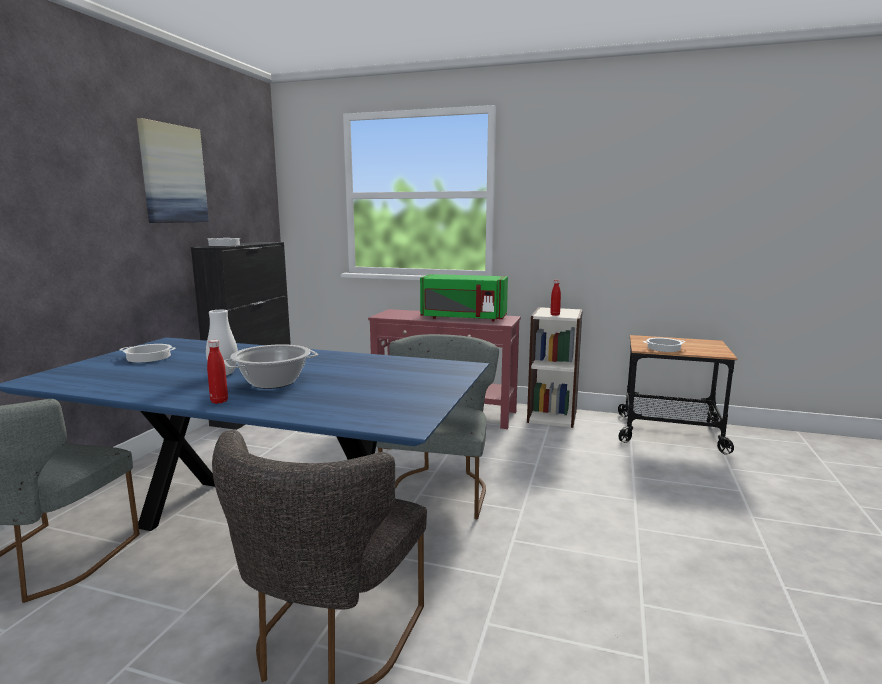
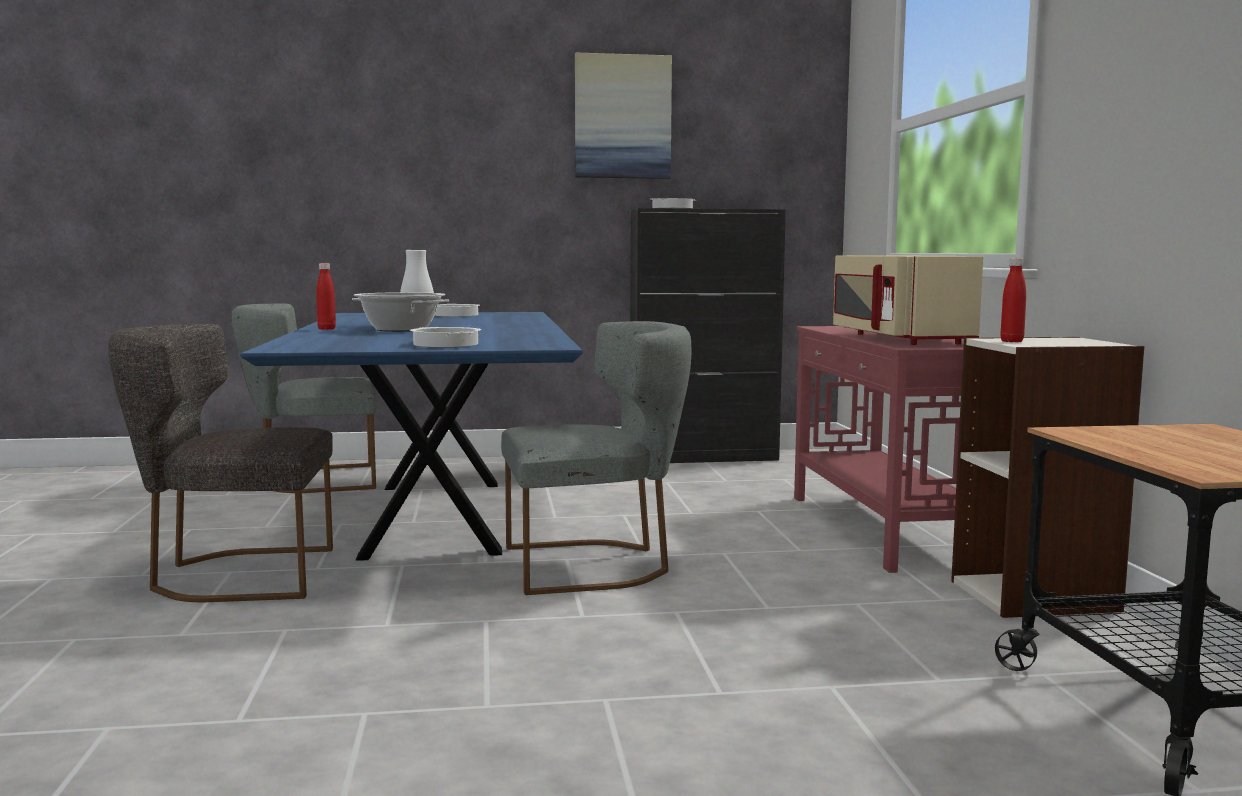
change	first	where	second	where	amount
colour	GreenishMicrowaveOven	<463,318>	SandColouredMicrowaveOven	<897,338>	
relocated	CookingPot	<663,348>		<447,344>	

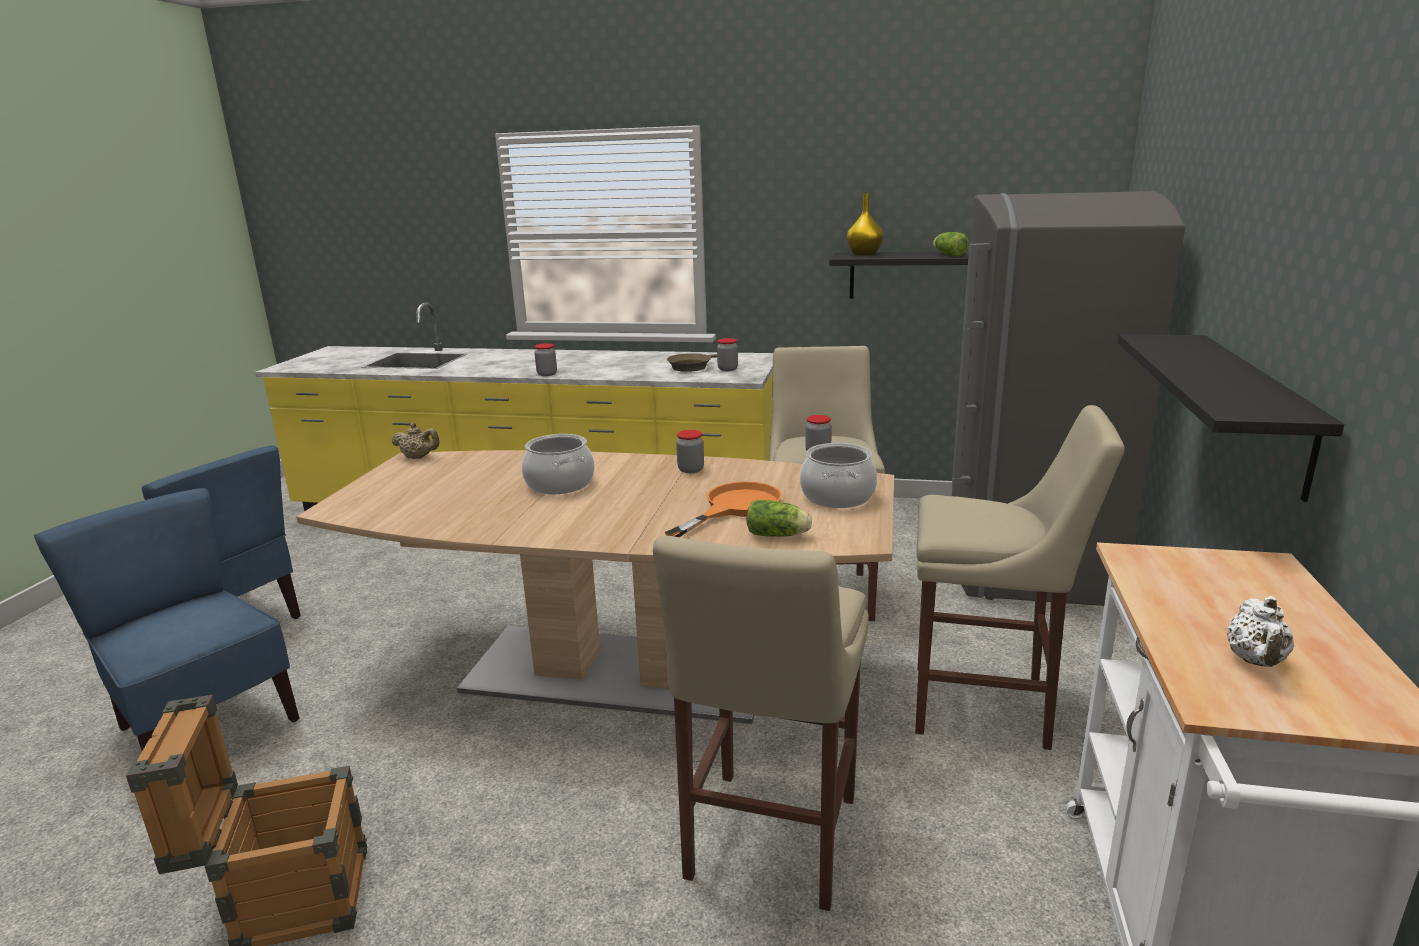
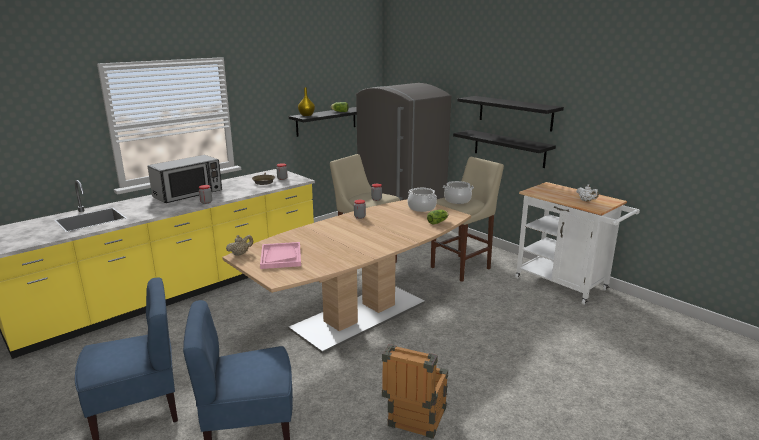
change	first	where	second	where	amount
relocated	CookingPot	<560,484>		<457,200>	
missing	OrangeColouredPan	<734,507>			
missing	SandColouredStoolSeat	<768,844>			
appeared			BlackShelf	<515,113>	
appeared			MicrowaveOven	<188,194>	
appeared			PinkColouredTray	<281,257>	

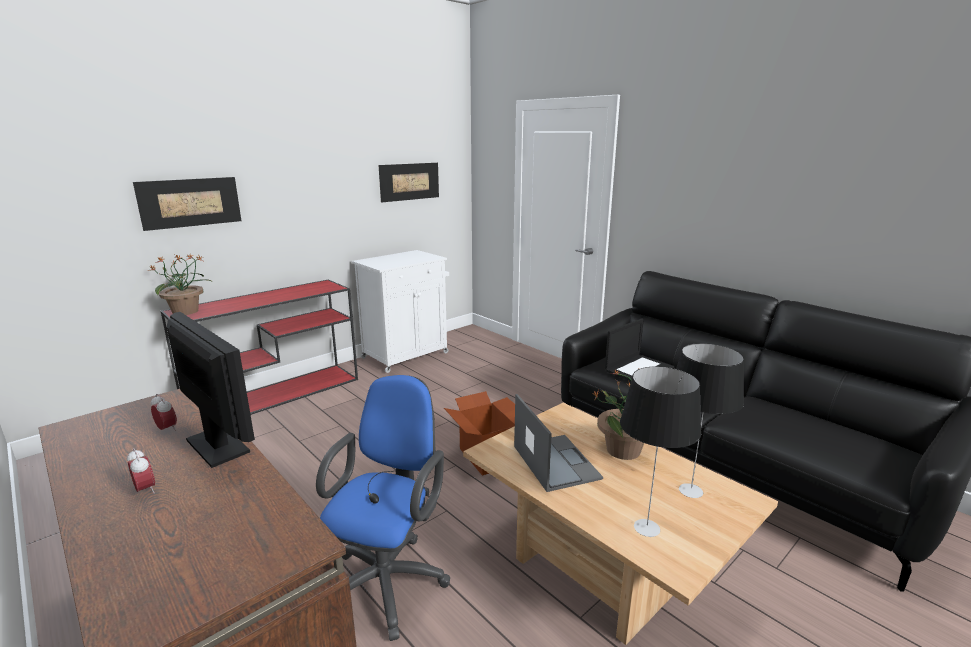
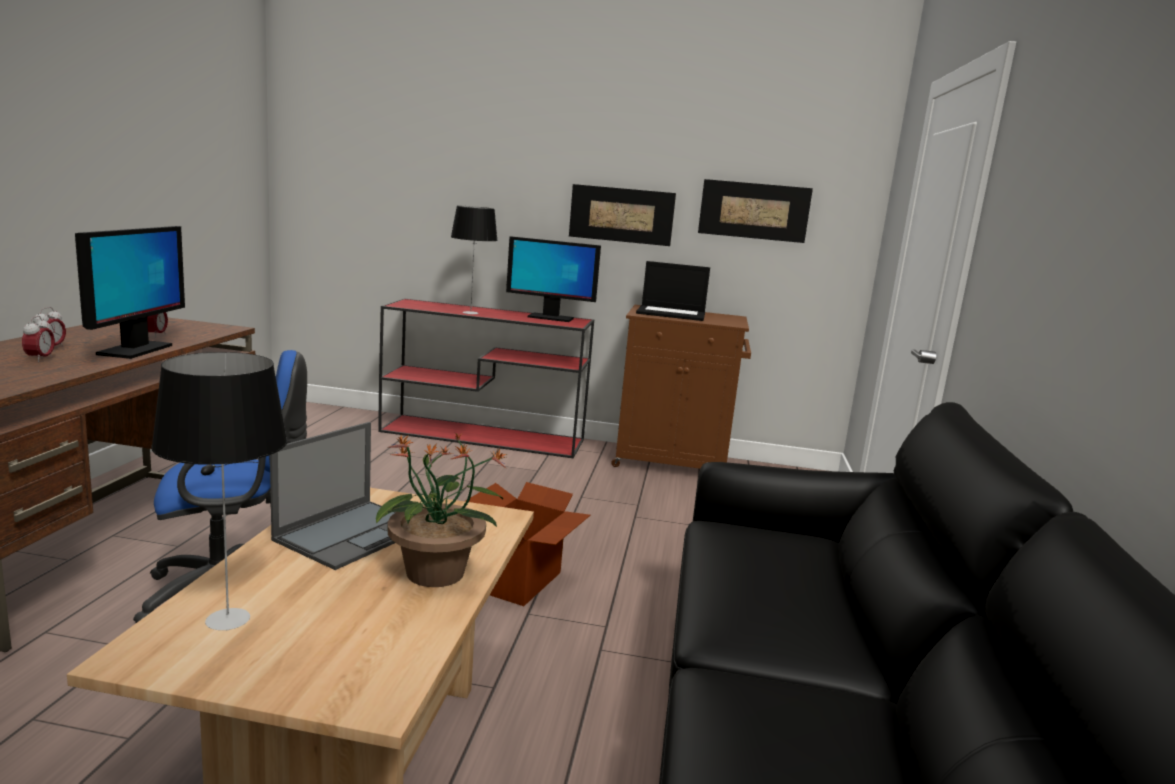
change	first	where	second	where	amount
relocated	Picture	<190,202>		<621,215>	
colour	WhiteStorageCabinet	<406,355>	BrownColouredStorageCabinet	<673,463>	
missing	PlantInAPot	<186,311>			
relocated	PortableComputer	<639,369>		<672,313>	
relocated	TableLamp	<690,490>		<470,312>	
appeared			ComputerDisplay	<550,318>	
appeared			BedsideClock	<40,359>	

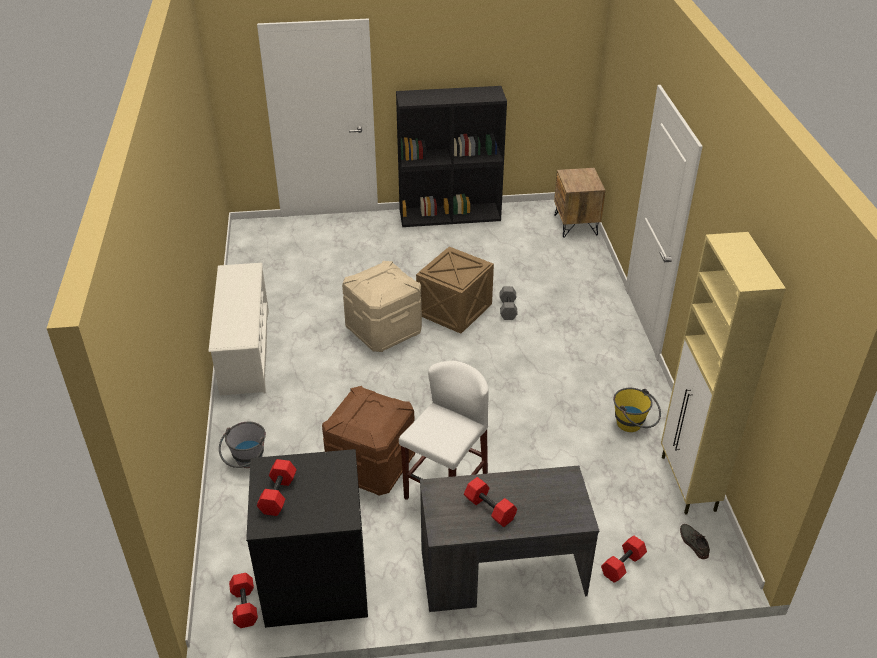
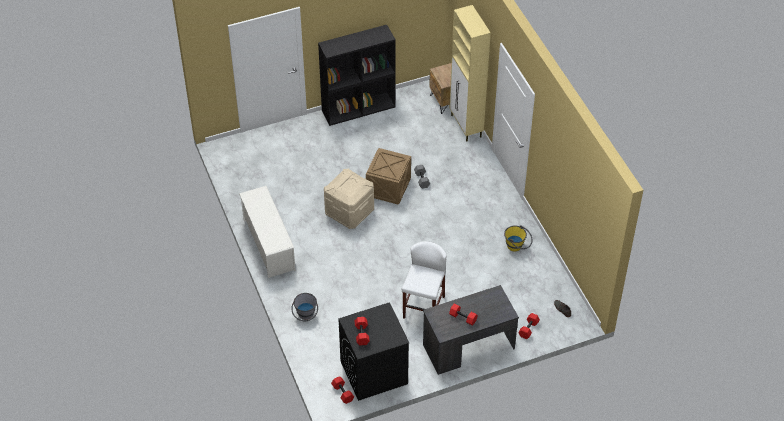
change	first	where	second	where	amount
relocated	SandColouredStorageCabinet	<688,484>		<466,126>	
missing	BrownColouredStorageContainer	<371,465>			

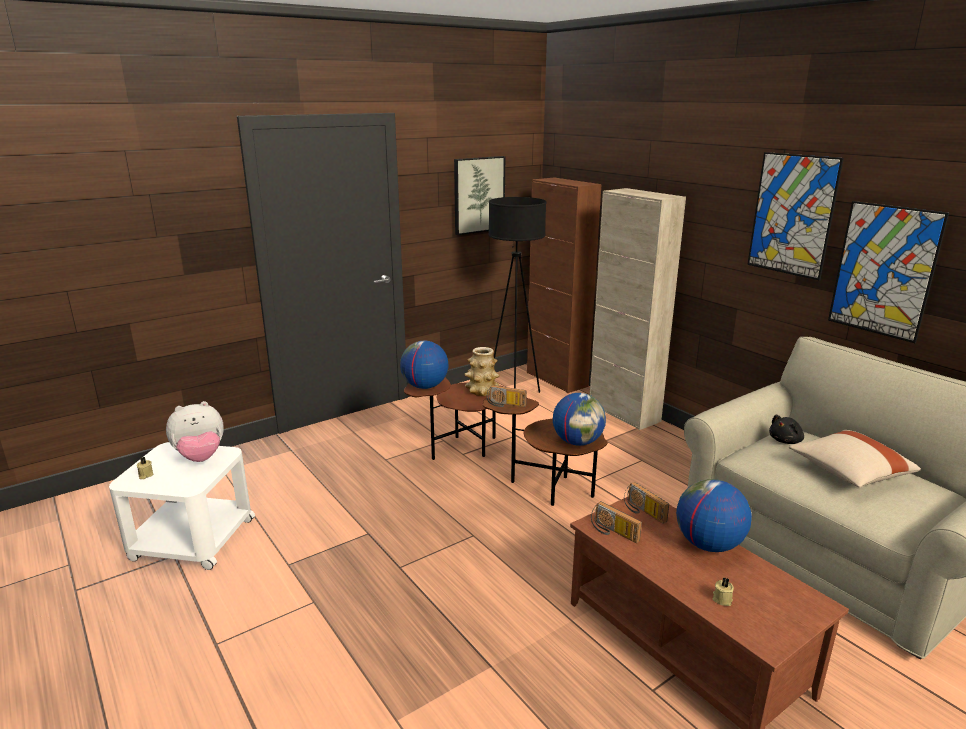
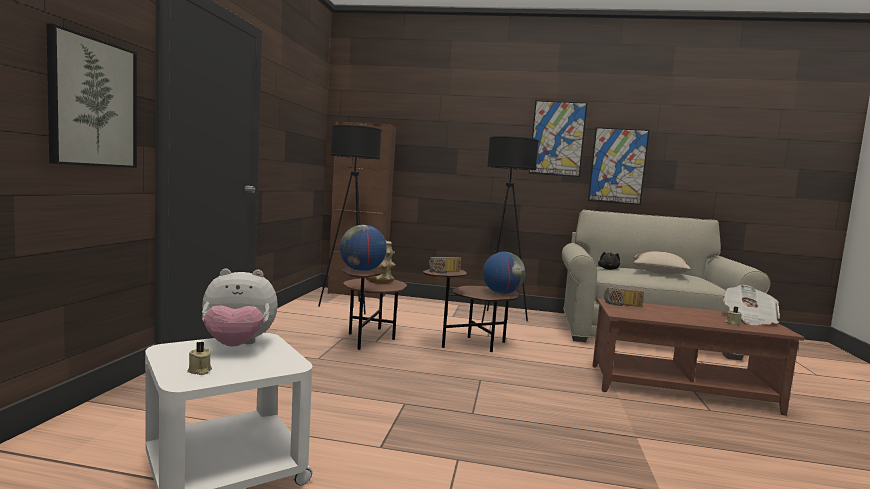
change	first	where	second	where	amount
relocated	Picture	<478,195>		<92,103>	
missing	SandColouredStorageCabinet	<623,413>			
spun	SoftToy	<200,457>		<237,346>	60 degrees clockwise
missing	Globe	<708,544>			
missing	RadioSet	<612,532>			
appeared			BlackStandingLamp	<498,318>	
appeared			PrintedPaper	<749,319>	

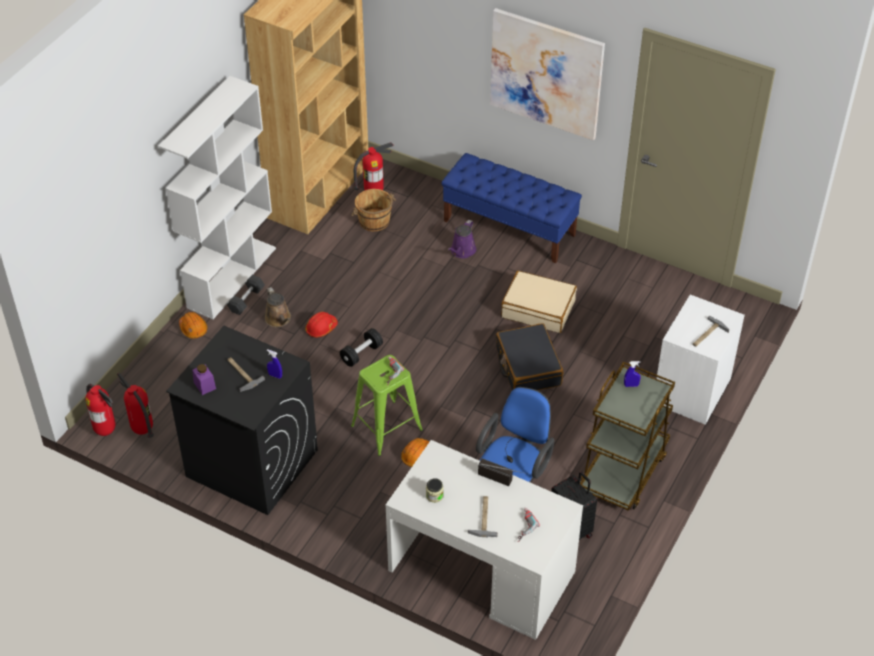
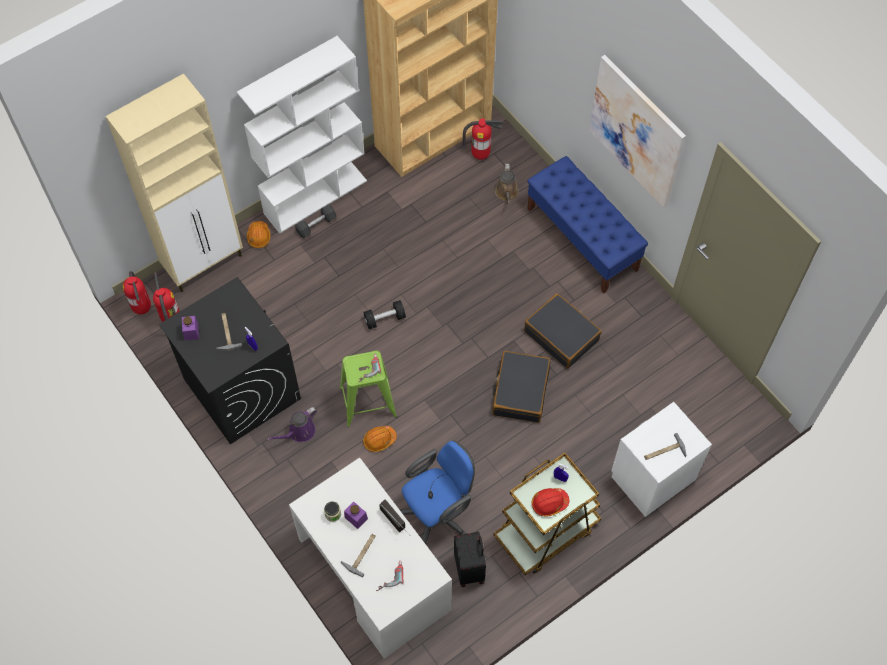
change	first	where	second	where	amount
missing	BrownColouredWaterBucket	<374,221>			
relocated	PurpleColouredWateringCan	<462,251>		<299,432>	
colour	SandColouredPieceOfLuggage	<538,309>	BlackPieceOfLuggage	<561,335>	
relocated	BrownColouredWateringCan	<279,319>		<507,193>	
relocated	ReddishHardHat	<321,328>		<549,503>	
appeared			SandColouredStorageCabinet	<205,263>	
appeared			PurpleColouredJar	<356,518>	

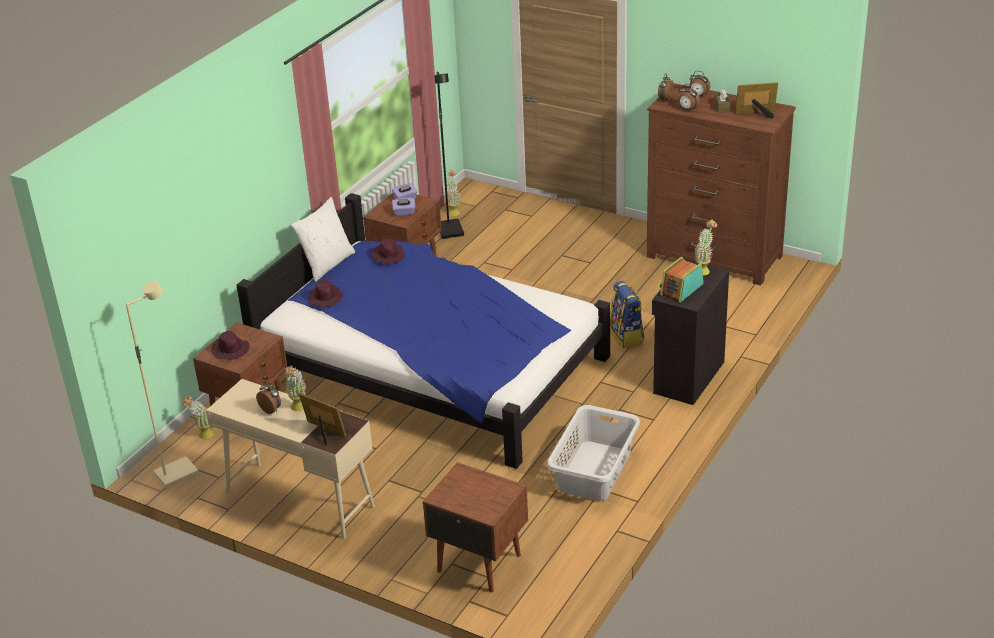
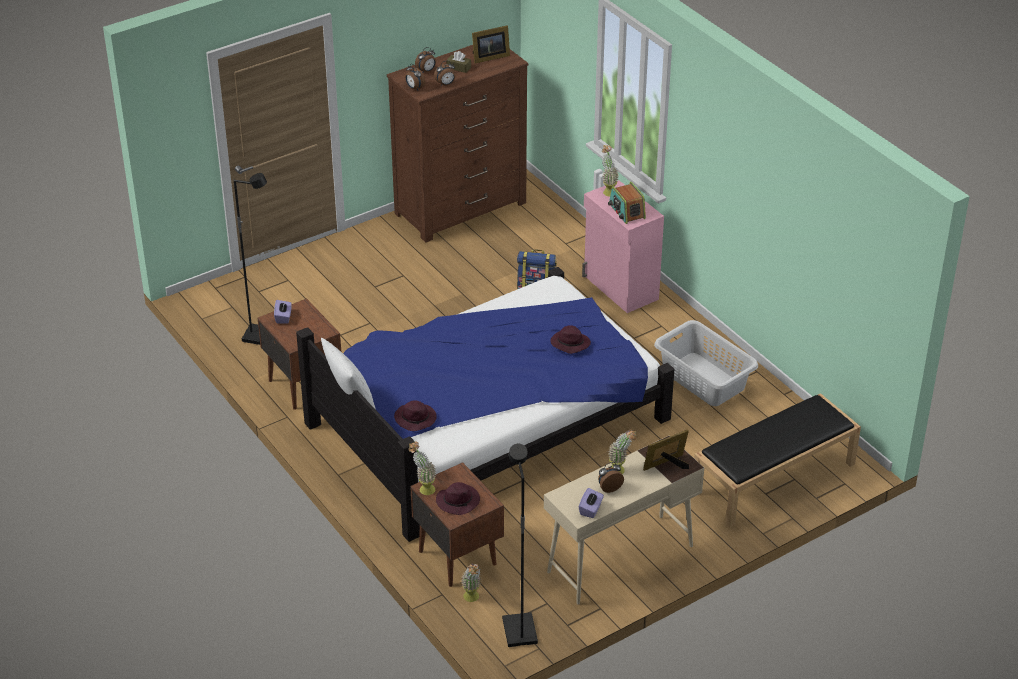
change	first	where	second	where	amount
spun	PhotoFrame	<757,114>		<489,57>	135 degrees counterclockwise
relocated	PlantInAPot	<454,211>		<423,488>	
relocated	PurpleColouredTissueBox	<404,213>		<591,509>	
relocated	PurpleColouredHat	<388,256>		<569,343>	
colour	BlackStorageCabinet	<687,377>	PinkColouredStorageCabinet	<620,288>	
colour	SandColouredStandingLamp	<176,473>	BlackStandingLamp	<518,631>	
exchanged	BrownColouredNightstand	<478,562>	BlackBench	<773,478>	

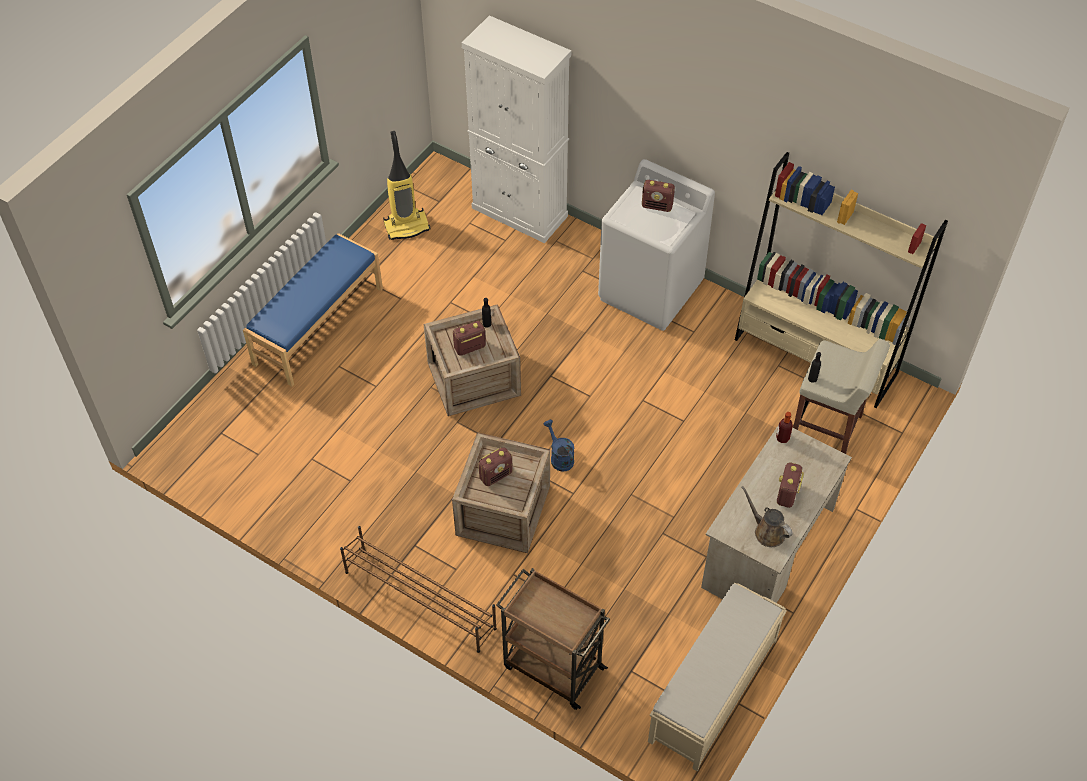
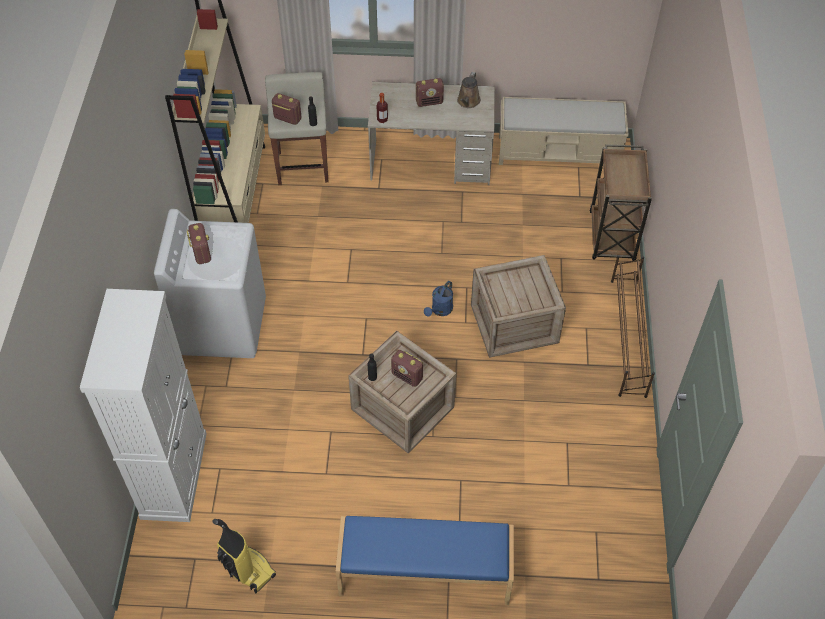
change	first	where	second	where	amount
relocated	RadioSet	<496,475>		<287,119>	

